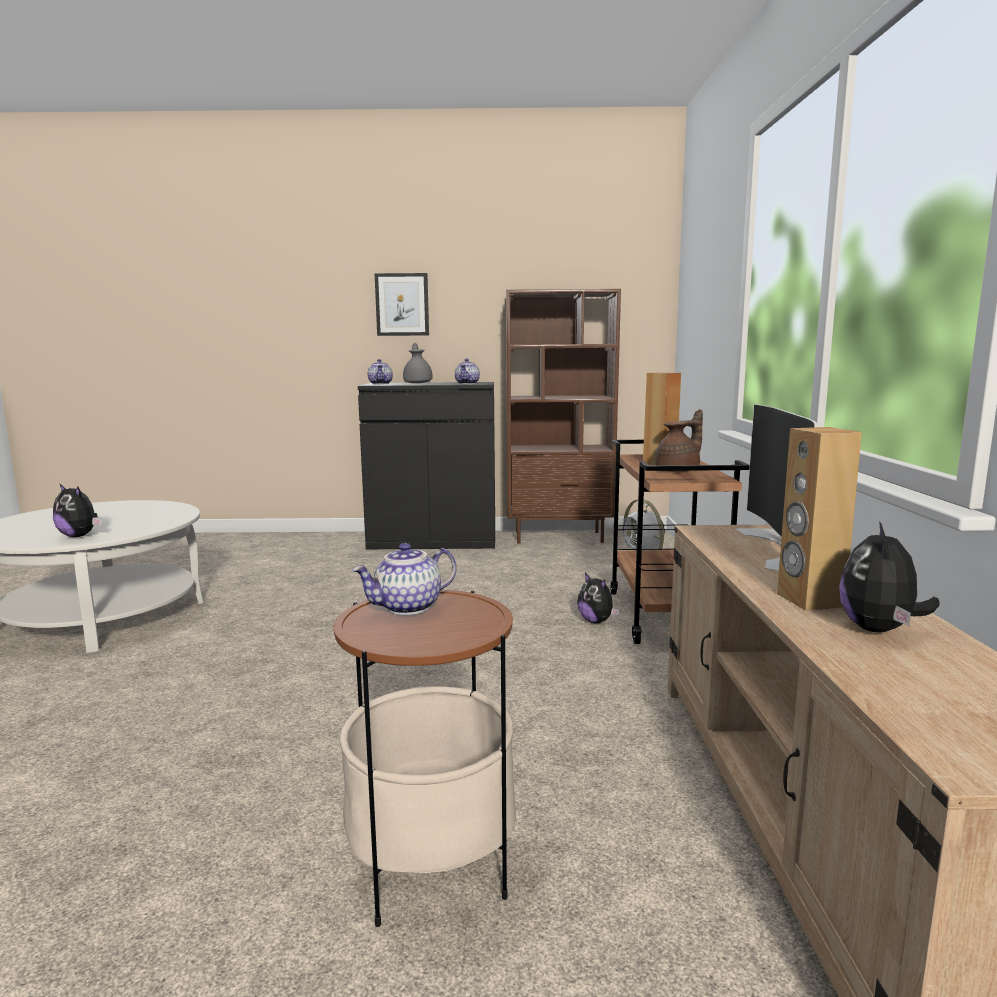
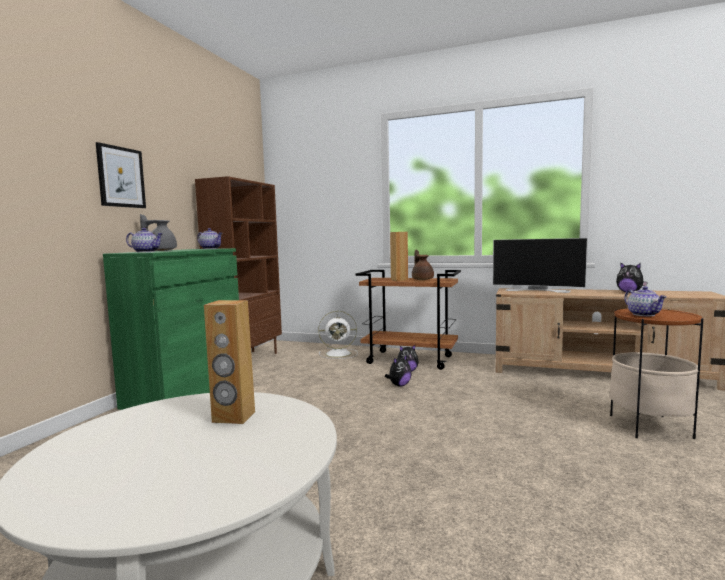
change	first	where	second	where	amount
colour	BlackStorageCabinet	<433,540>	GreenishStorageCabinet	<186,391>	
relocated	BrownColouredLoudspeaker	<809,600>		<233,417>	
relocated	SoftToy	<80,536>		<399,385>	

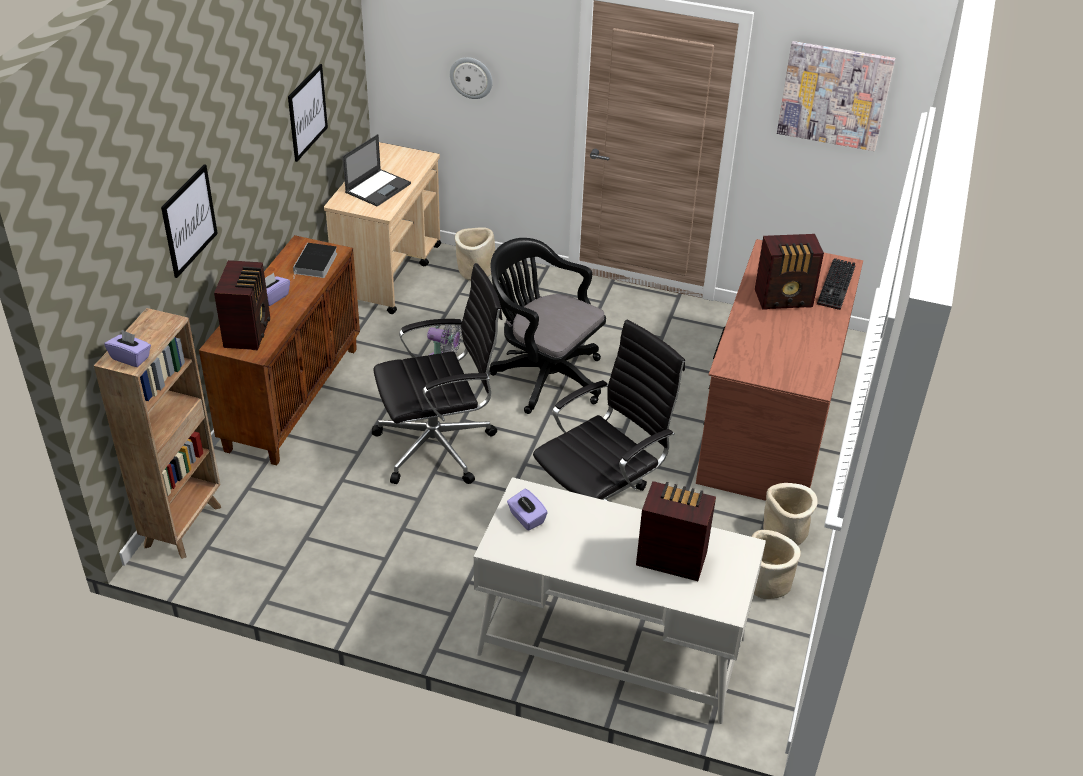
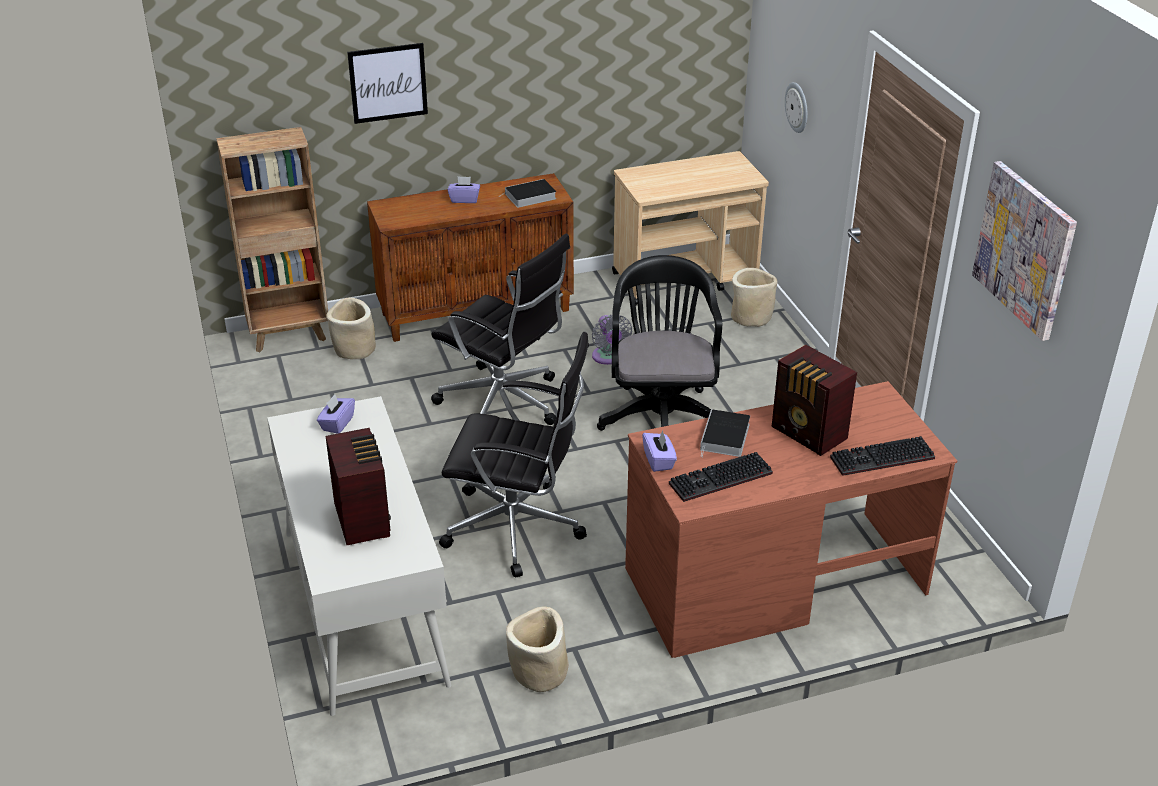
change	first	where	second	where	amount
missing	Picture	<307,112>			
missing	PortableComputer	<378,187>			
missing	RadioSet	<248,332>			
relocated	PurpleColouredTissueBox	<131,358>		<659,461>	
relocated	SandColouredPlantPot	<784,532>		<354,349>	
appeared			BoundBook	<725,438>	
appeared			ComputerKeyboard	<720,480>	

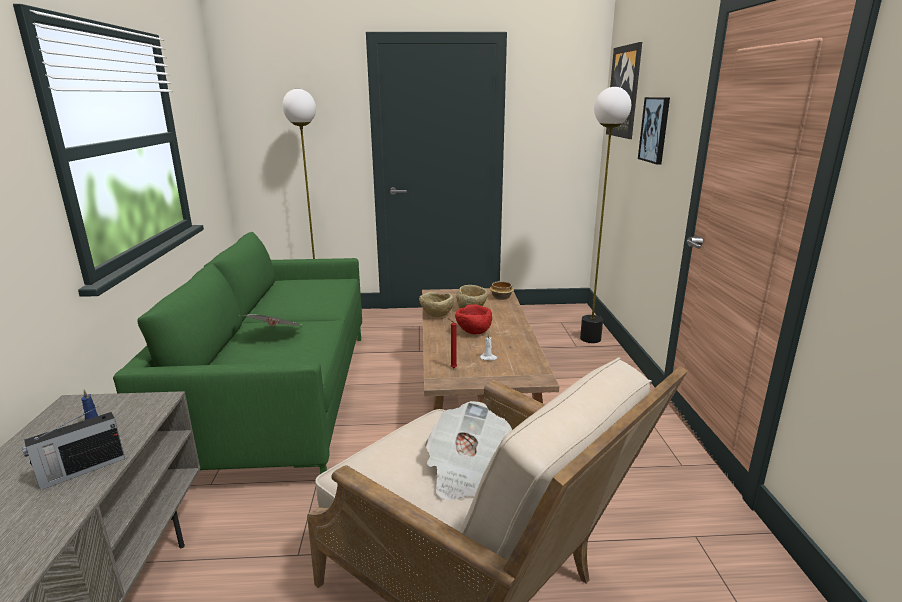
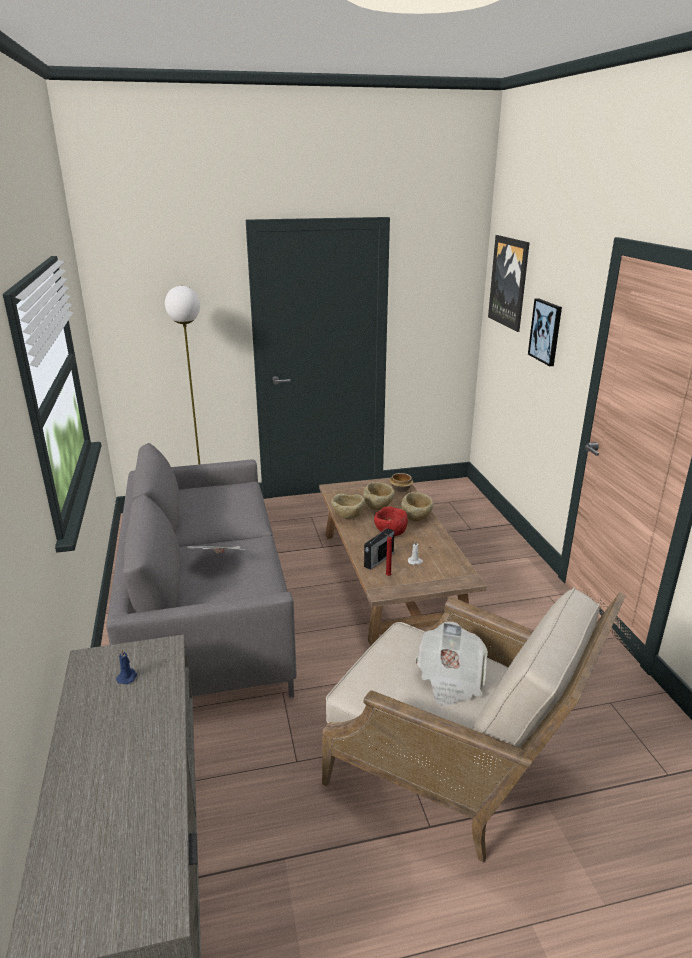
change	first	where	second	where	amount
missing	StandingLamp	<591,339>			
colour	GreenishCouch	<280,398>	GreyCouch	<206,613>	
relocated	RadioSet	<81,470>		<378,560>	
appeared			SandColouredBowl	<417,518>	

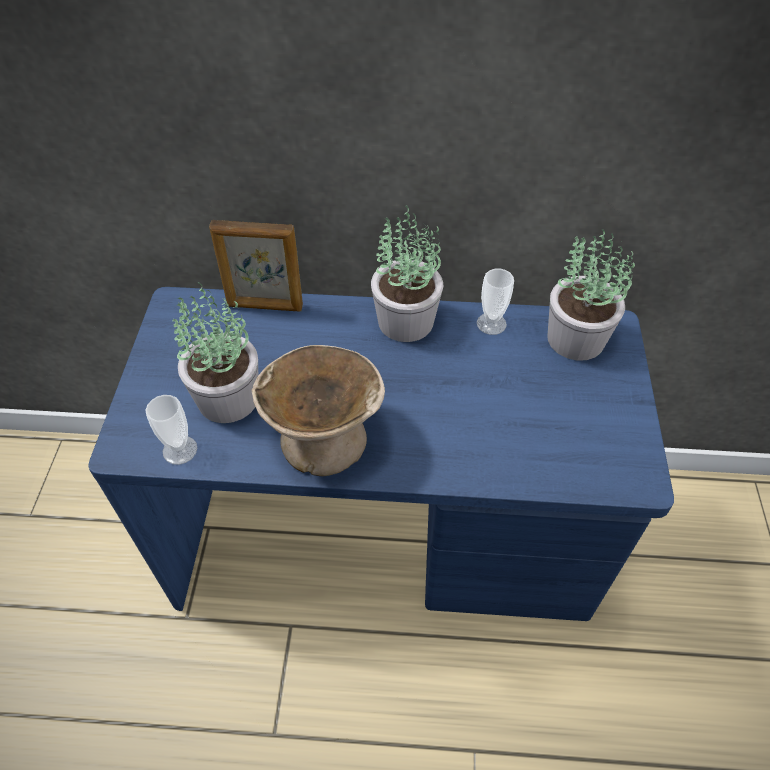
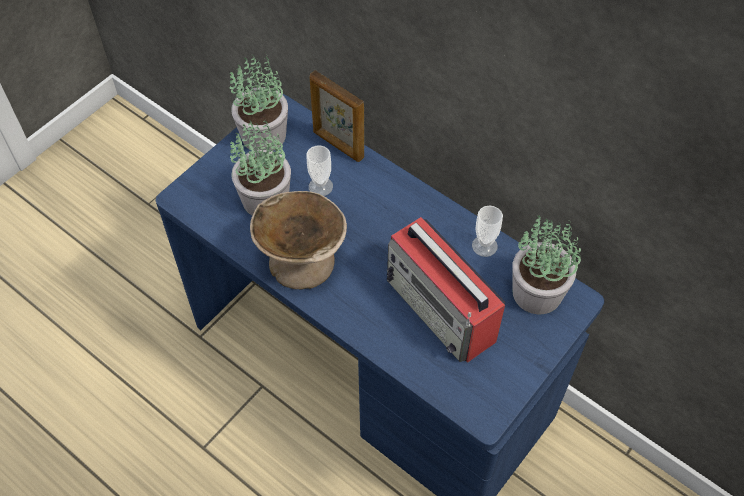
change	first	where	second	where	amount
relocated	PlantInAPot	<404,320>		<263,134>	
relocated	SmallCup	<180,450>		<320,186>	
appeared			RadioSet	<442,310>	

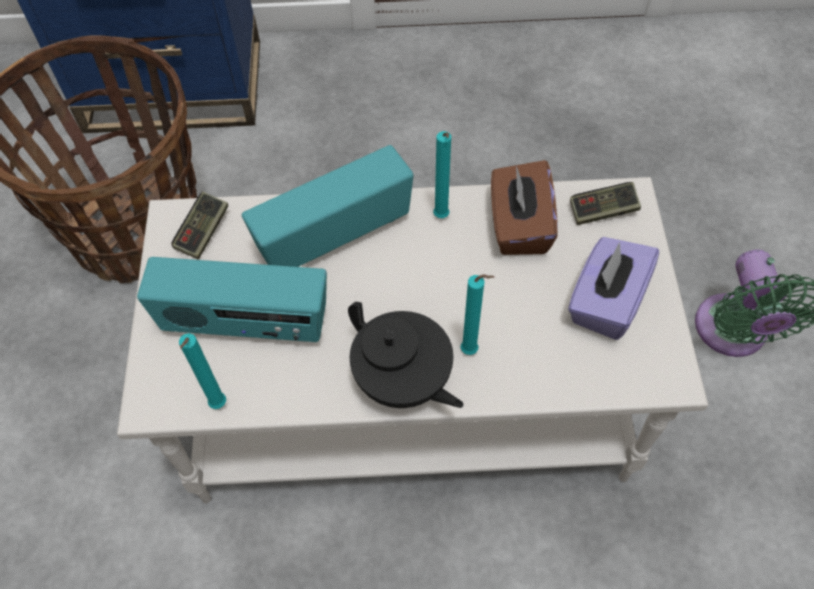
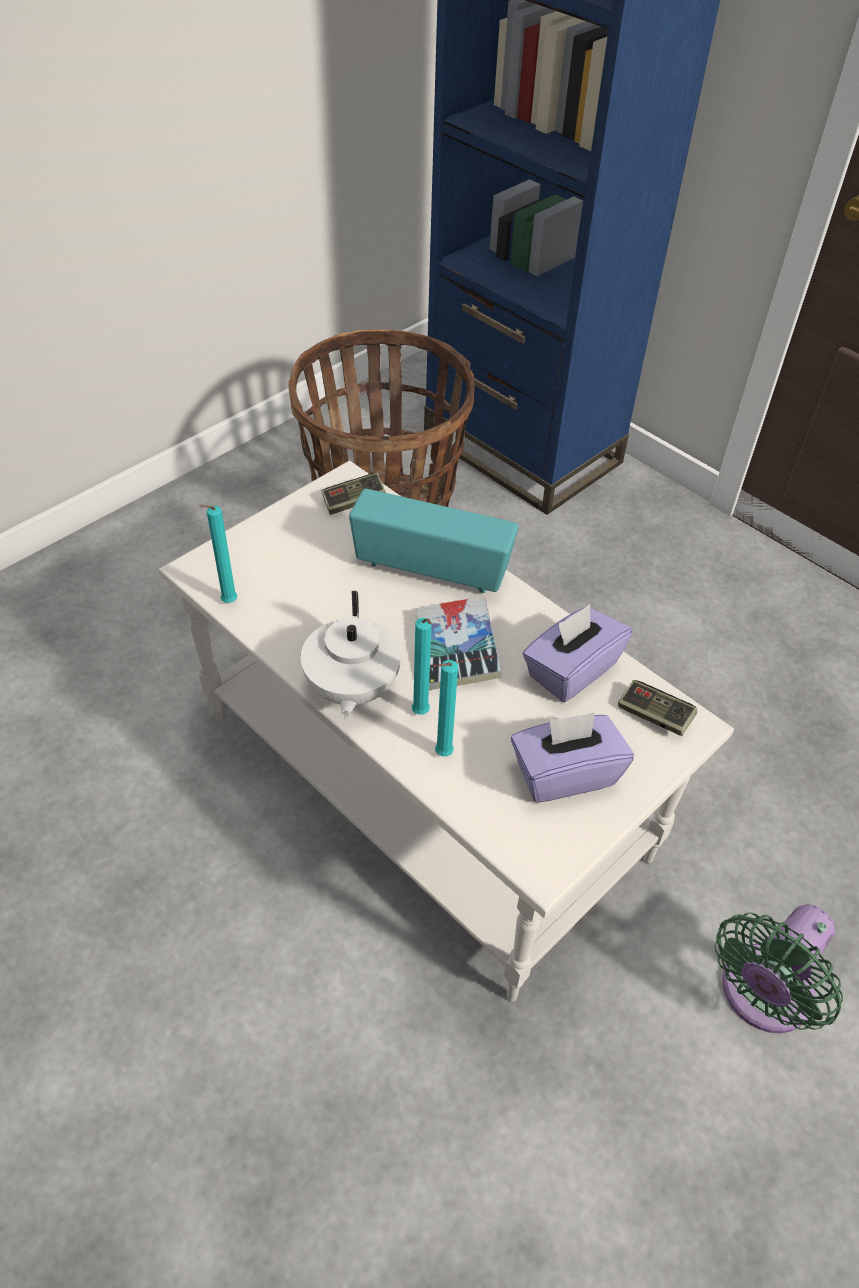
change	first	where	second	where	amount
relocated	TurquoiseWaxCandle	<441,218>		<441,755>	
colour	BrownColouredTissueBox	<519,226>	PurpleColouredTissueBox	<571,670>	
missing	RadioSet	<245,324>			
colour	BlackTeapot	<403,381>	WhiteTeapot	<351,689>	
appeared			BoundBook	<456,650>	

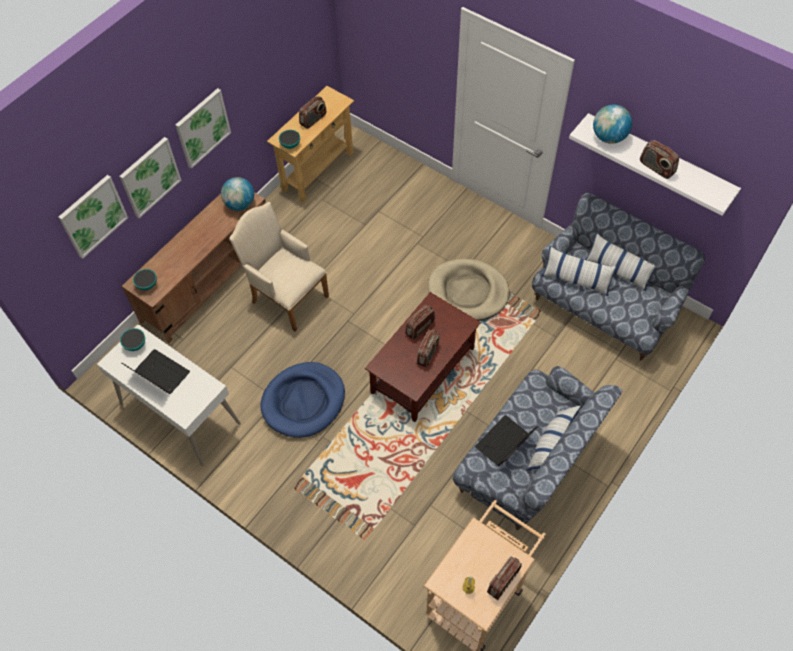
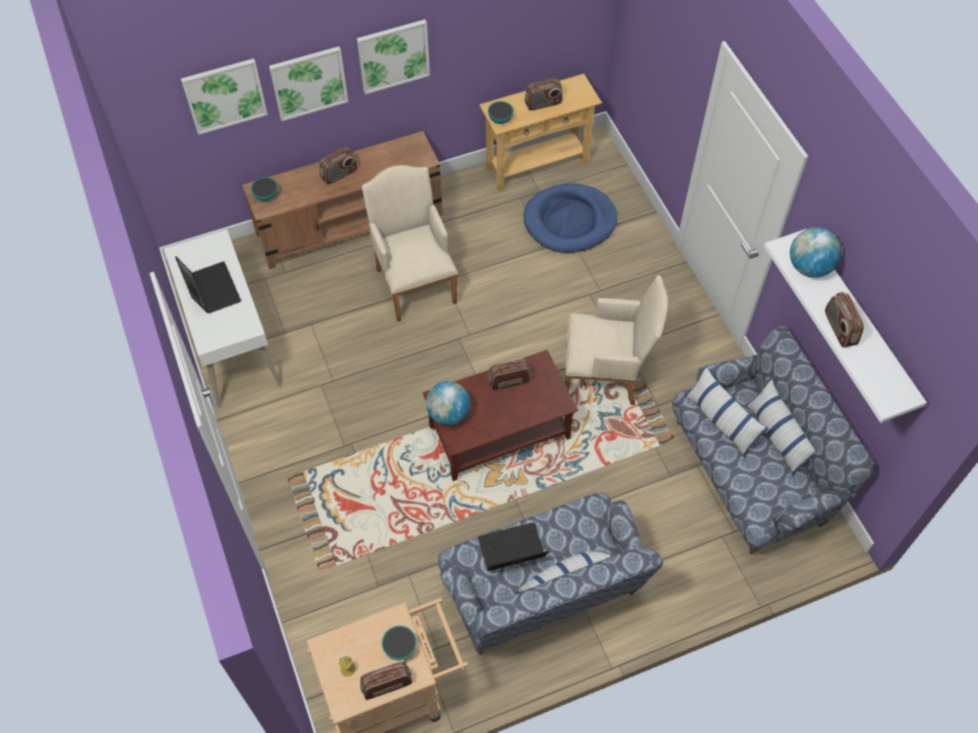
change	first	where	second	where	amount
relocated	Globe	<240,204>		<448,414>	
exchanged	SandColouredDogCushion	<467,292>	SandColouredEasyChair	<606,375>	
relocated	Bowl	<135,345>		<400,647>	
relocated	RadioSet	<428,353>		<339,174>	
relocated	BlueColouredDogCushion	<303,401>		<570,221>	

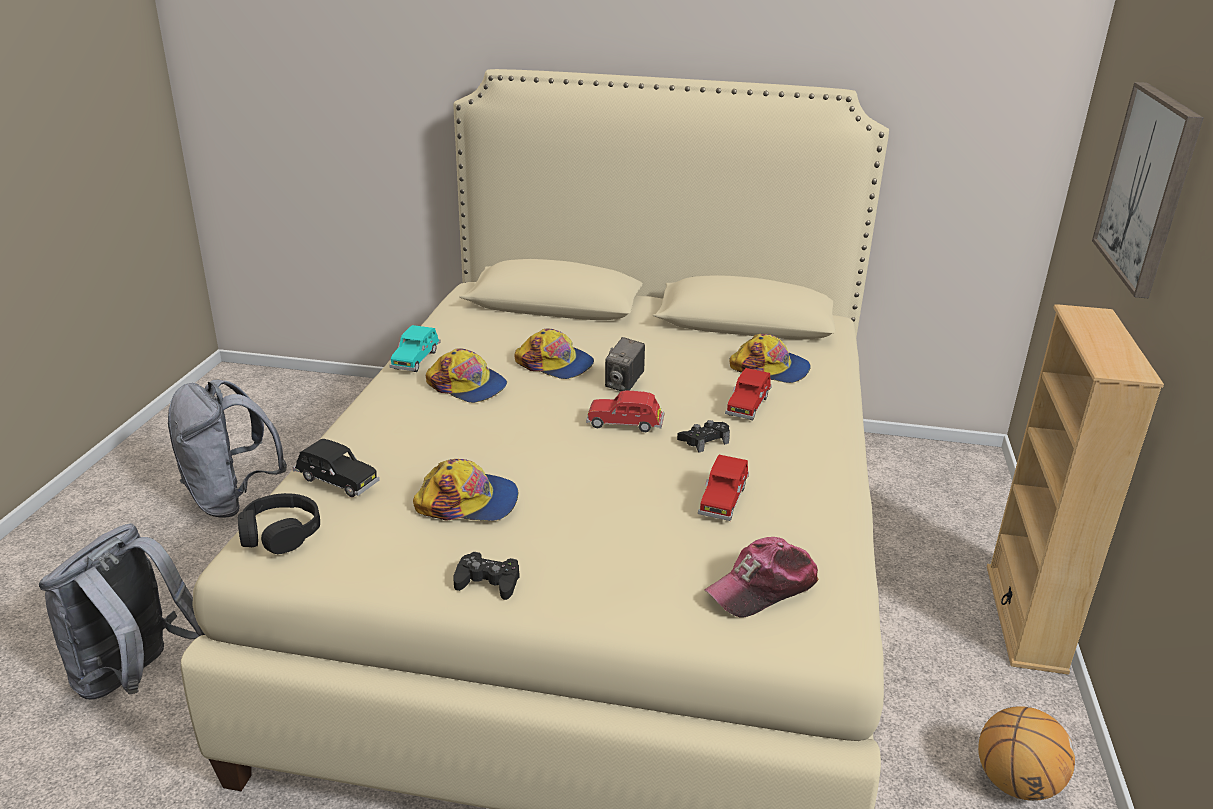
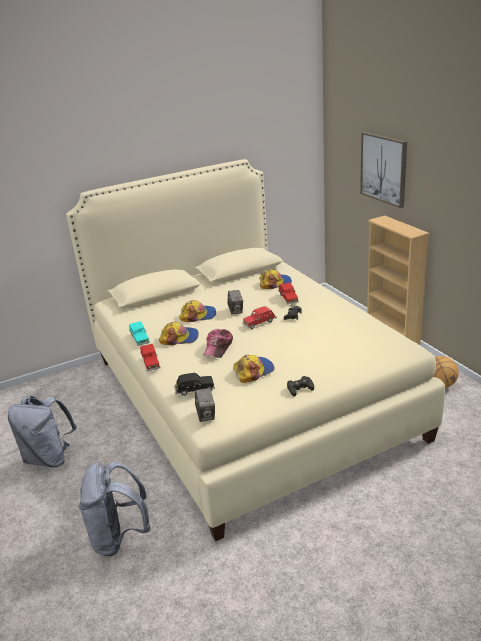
change	first	where	second	where	amount
relocated	ReddishMiniatureCar	<723,500>		<150,363>	
exchanged	BlackHeadphones	<280,534>	StillCamera	<206,415>	
relocated	Cap	<762,588>		<218,347>	

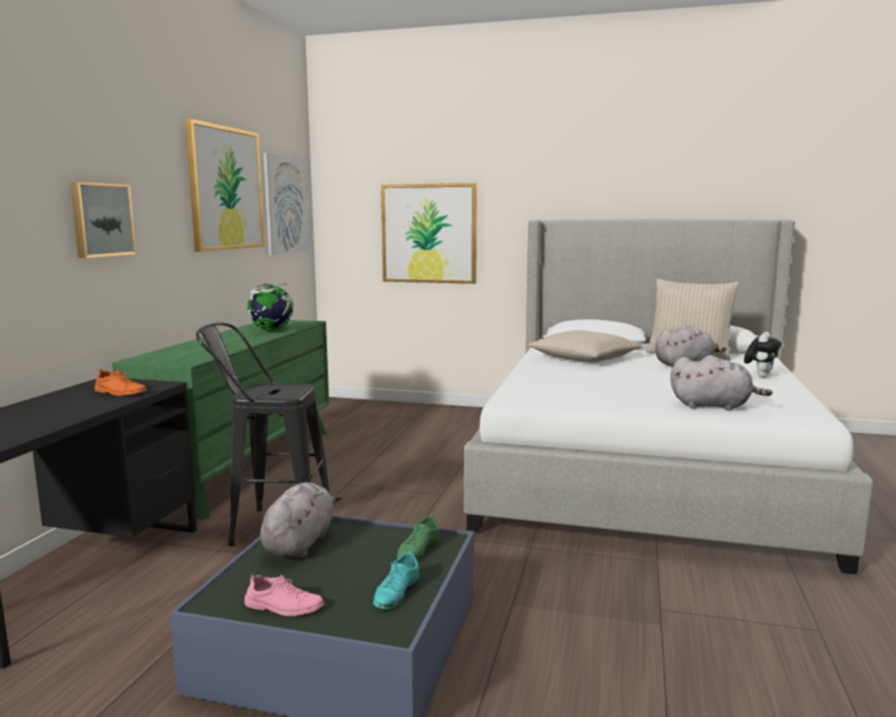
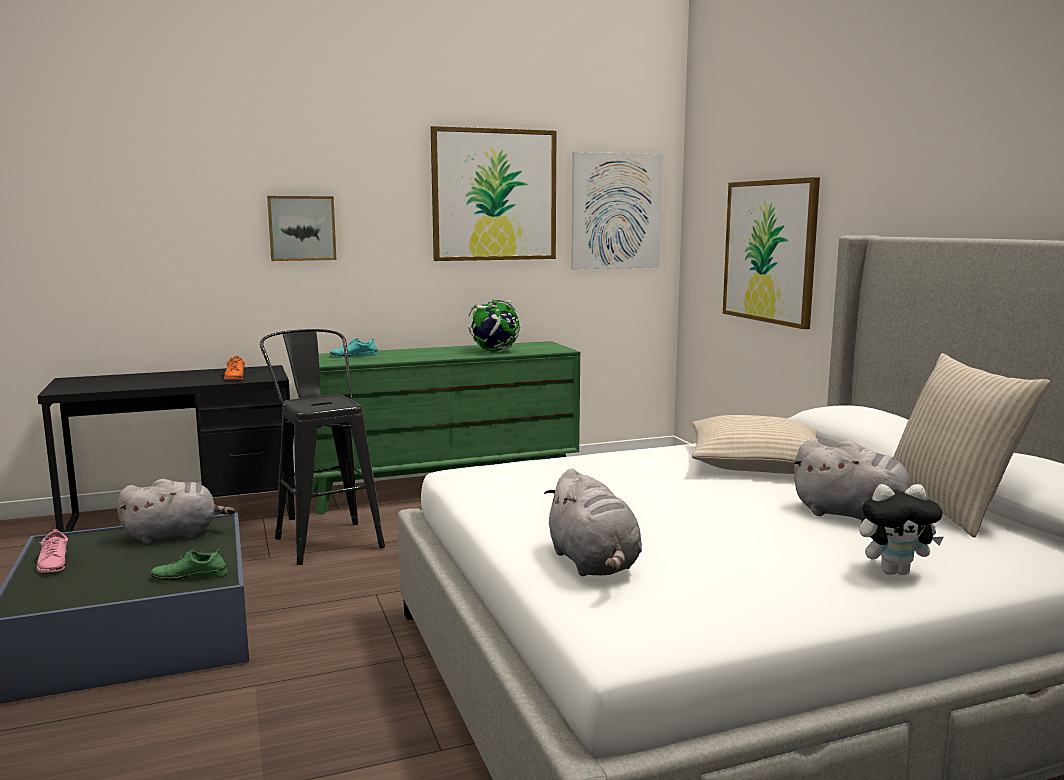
change	first	where	second	where	amount
relocated	TurquoiseShoe	<396,591>		<354,356>	

